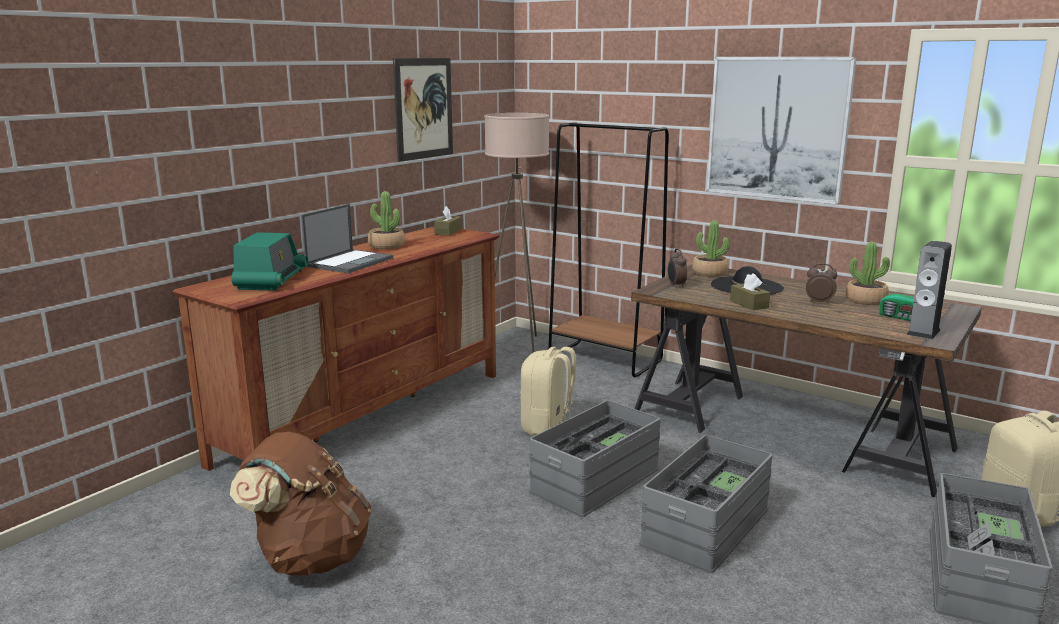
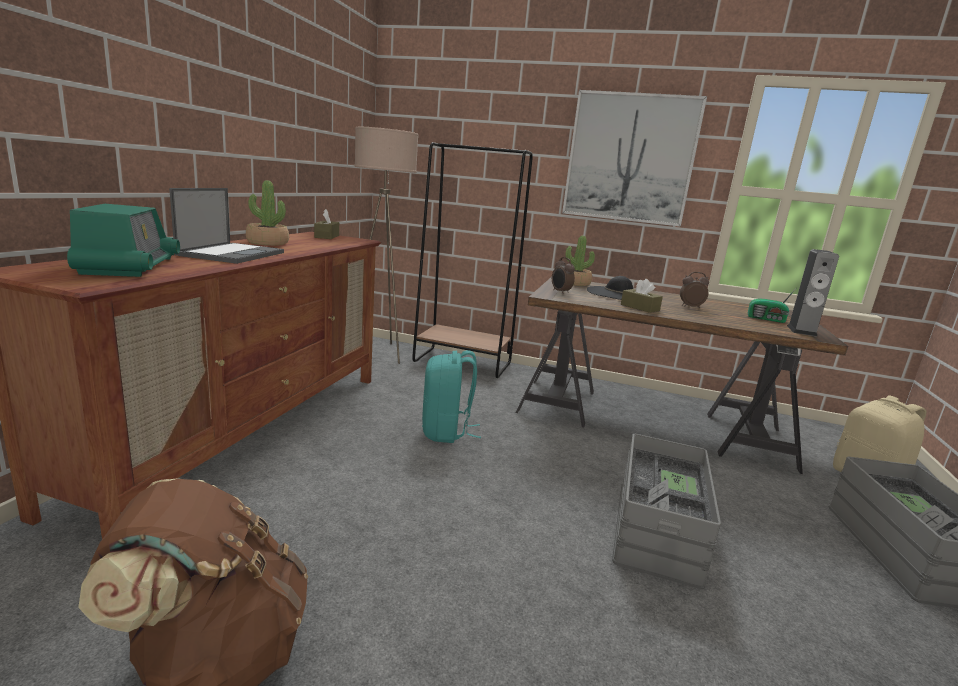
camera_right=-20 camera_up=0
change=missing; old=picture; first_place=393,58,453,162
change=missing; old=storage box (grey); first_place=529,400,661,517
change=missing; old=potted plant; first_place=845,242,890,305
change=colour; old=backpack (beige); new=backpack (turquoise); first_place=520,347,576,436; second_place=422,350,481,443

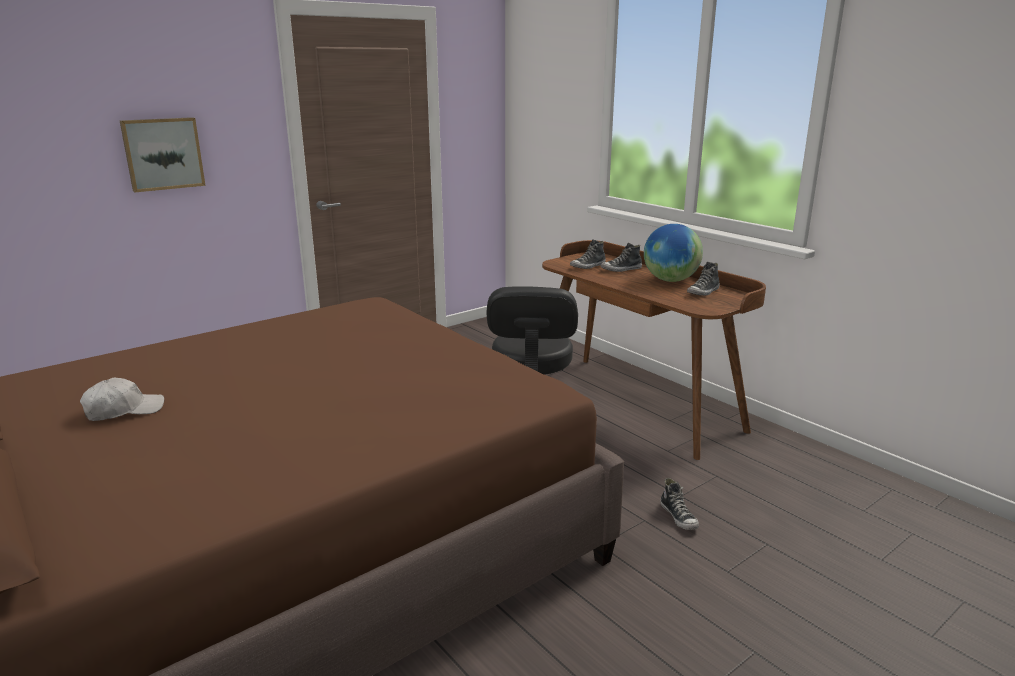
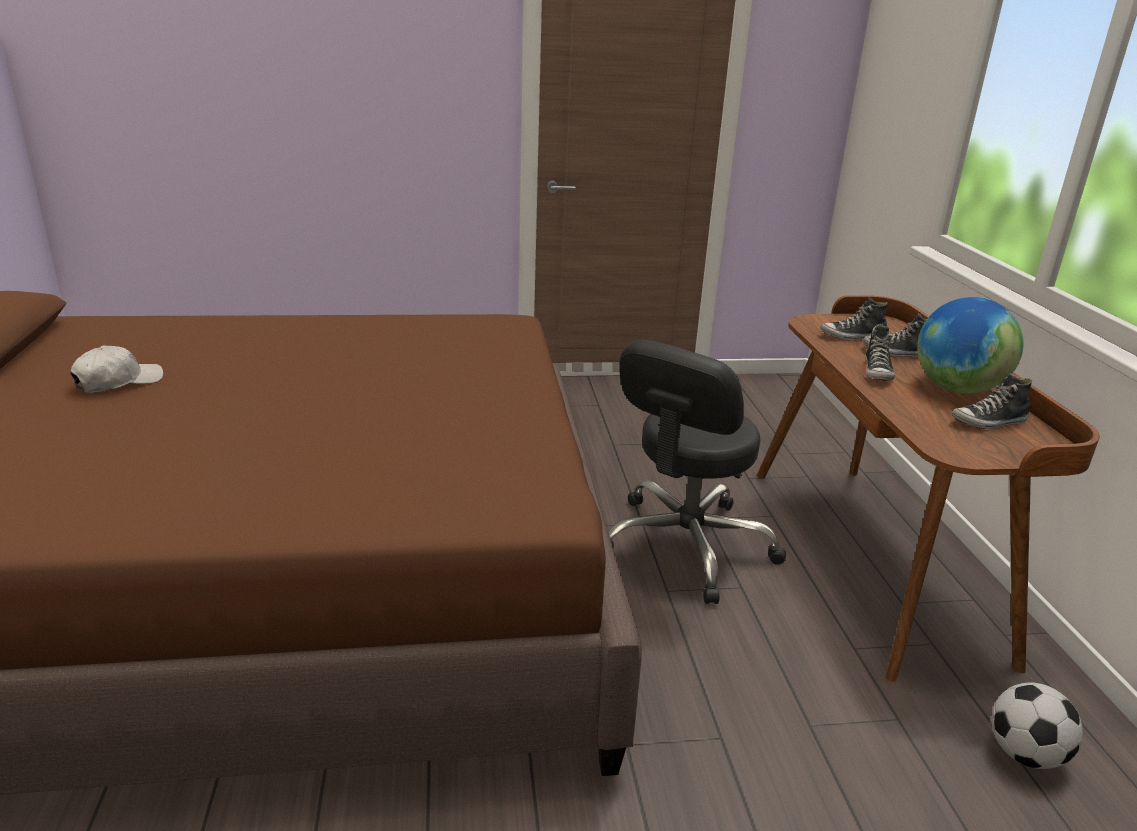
camera_right=30 camera_up=5
change=missing; old=picture; first_place=119,117,206,192
change=appeared; new=football; second_place=992,683,1083,769
change=relocated; old=shoe; first_place=660,478,699,530; second_place=865,324,895,381
change=spun; old=cap (white); first_place=80,377,164,421; second_place=70,345,163,393; degrees=-45

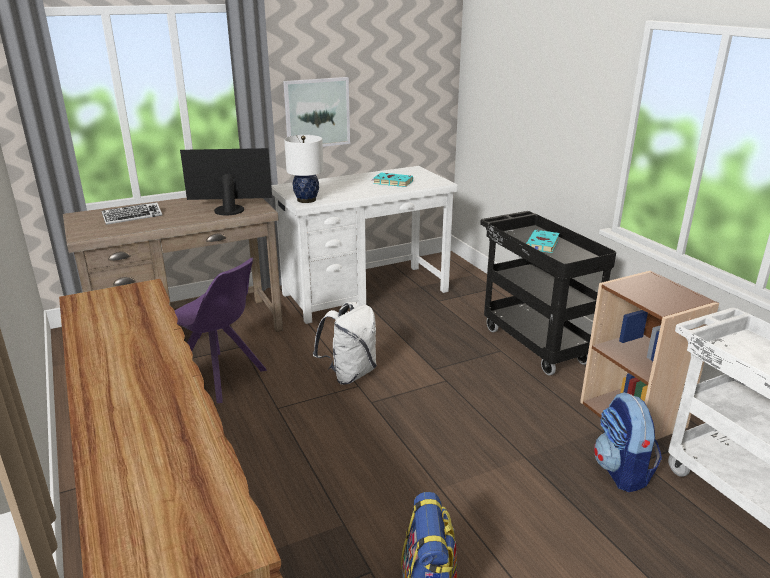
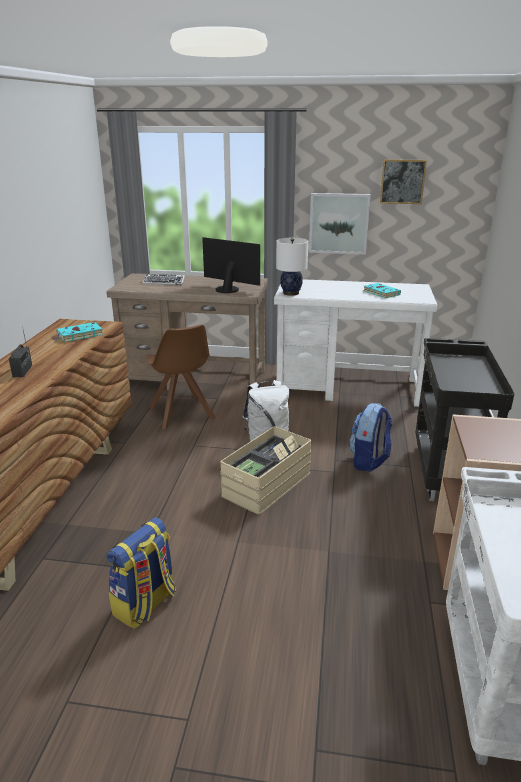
camera_right=35 camera_up=0
change=appeared; new=radio; second_place=9,326,32,377
change=appeared; new=storage box (beige); second_place=221,426,311,515
change=appeared; new=picture; second_place=380,159,427,204
change=relocated; old=book (turquoise); first_place=526,230,560,253; second_place=53,322,103,342
change=relocated; old=backpack; first_place=594,392,662,492; second_place=349,403,392,472
change=colour; old=chair (purple); new=chair (brown); first_place=175,258,267,403; second_place=146,324,216,429

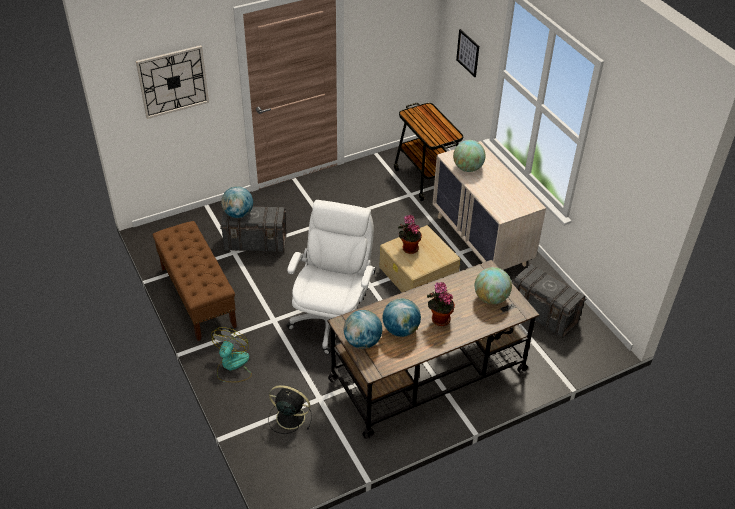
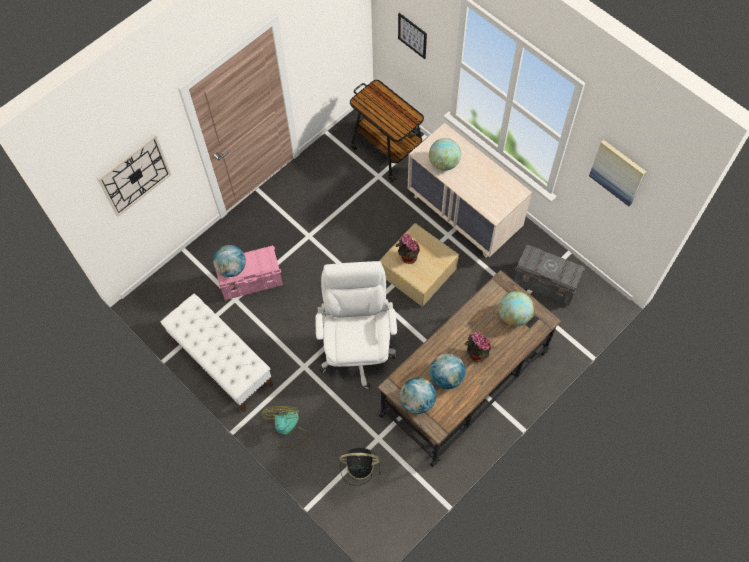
camera_right=-15 camera_up=20
change=appeared; new=picture; second_place=589,140,646,206
change=colour; old=bench (brown); new=bench (white); first_place=153,221,237,341; second_place=161,294,273,412
change=colour; old=storage box (grey); new=storage box (pink); first_place=220,206,286,252; second_place=216,245,283,300

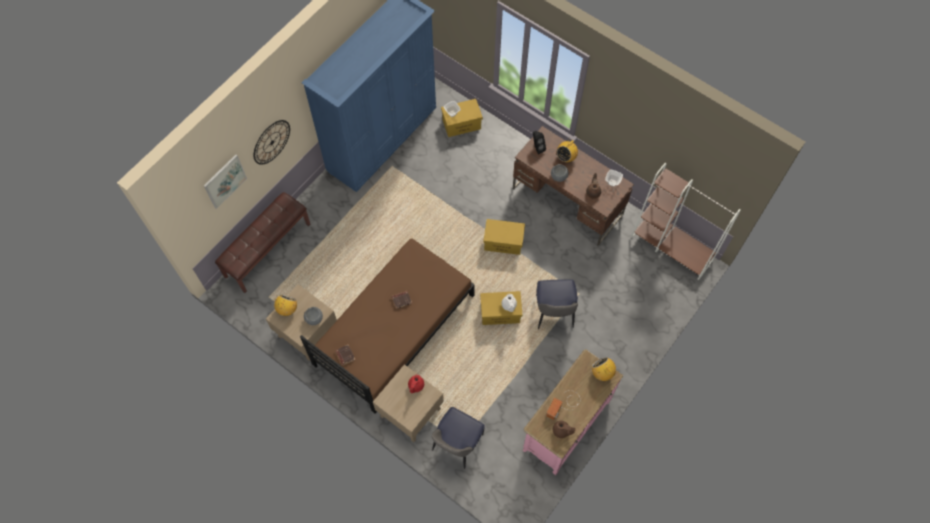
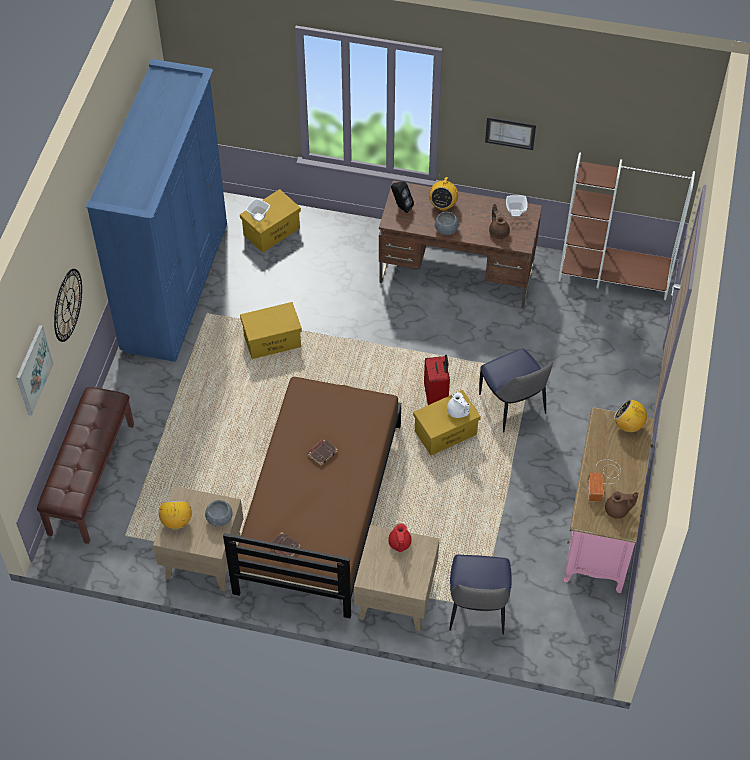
camera_right=-25 camera_up=-10
change=appeared; new=suitcase (red); second_place=424,355,450,405
change=appeared; new=picture; second_place=485,117,536,150
change=relocated; old=storage box (yellow); first_place=483,219,525,255; second_place=240,302,302,359

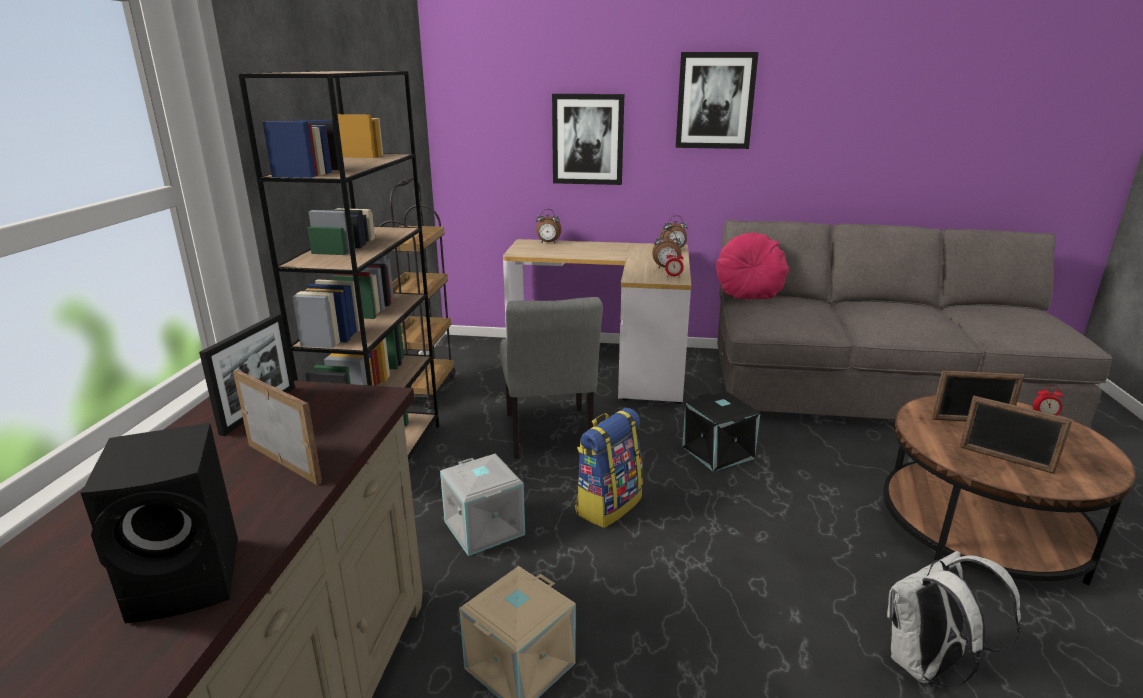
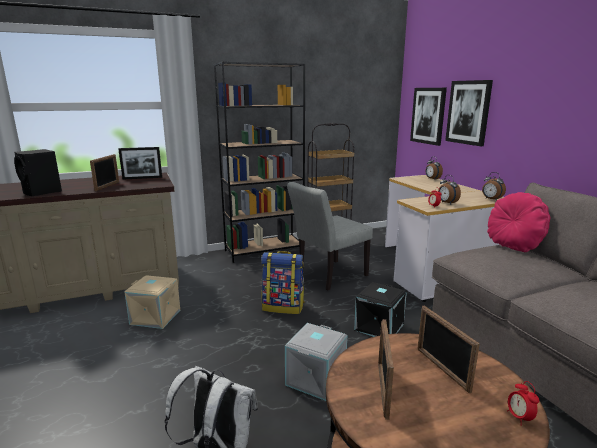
camera_right=60 camera_up=-5
change=relocated; old=storage box (grey); first_place=440,454,525,556; second_place=285,323,347,401
change=relocated; old=picture; first_place=676,52,759,149; second_place=410,88,447,146

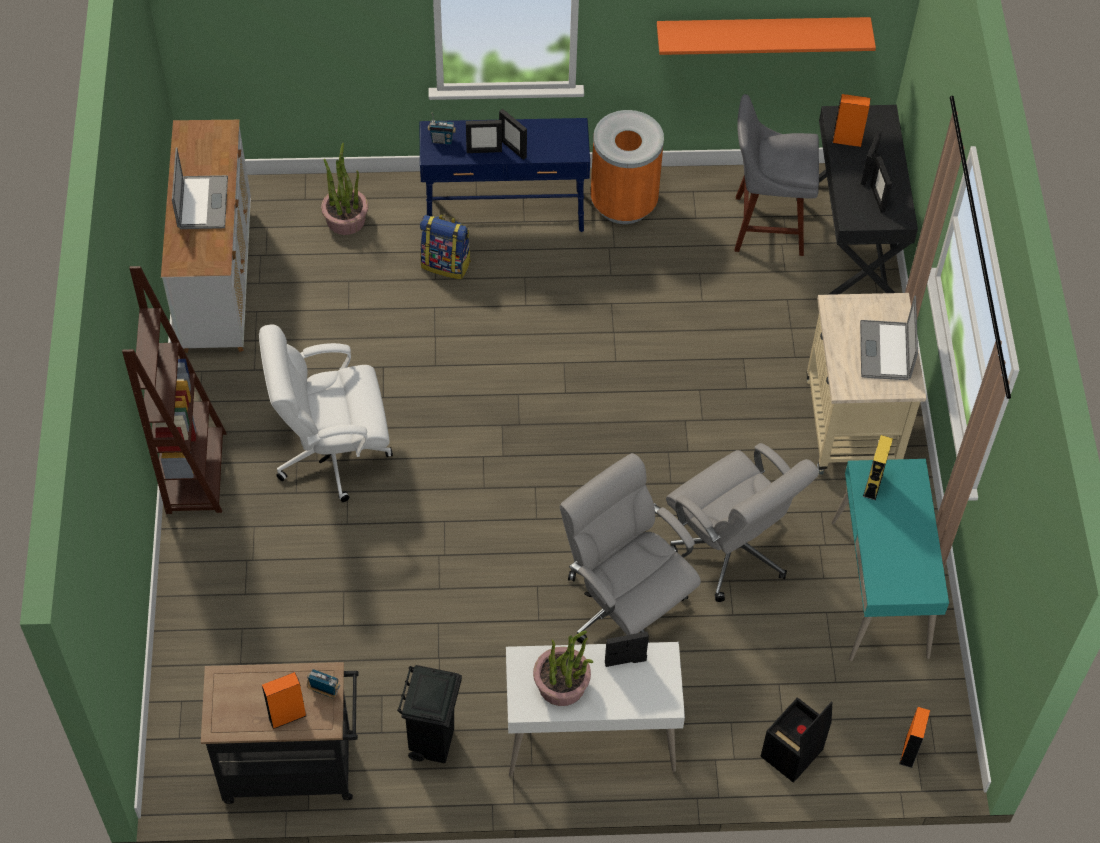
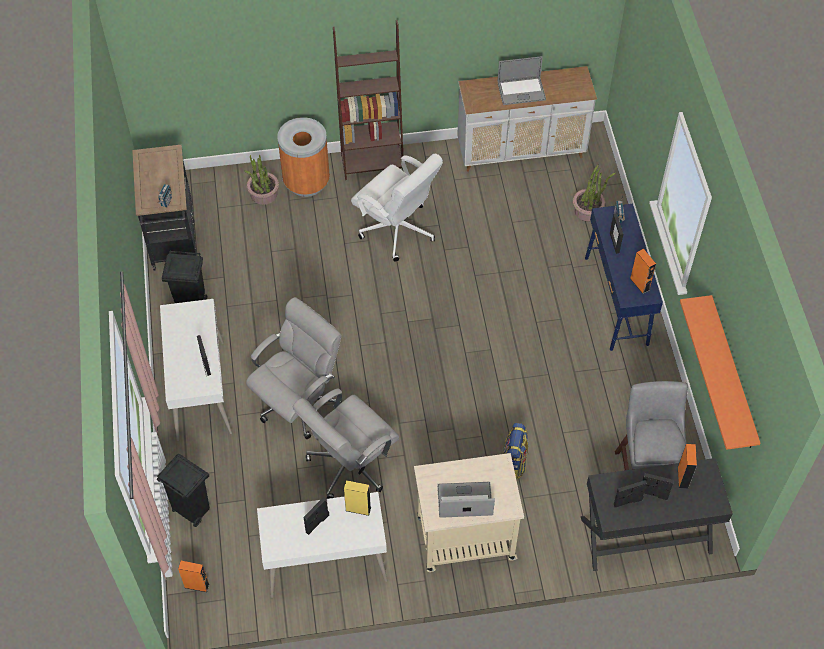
camera_right=85 camera_up=0
change=relocated; old=speaker (orange); first_place=262,672,307,729; second_place=630,249,656,294
change=relocated; old=backpack; first_place=420,214,471,279; second_place=503,423,528,479
change=relocated; old=picture frame; first_place=499,109,527,160; second_place=303,497,329,535
change=relocated; old=potted plant; first_place=533,630,593,706; second_place=245,155,279,205
change=relocated; old=trash can (orange); first_place=591,110,664,224; second_place=277,117,330,197
change=exchanged; old=storage box (black); new=trash can (black); first_place=761,697,832,783; second_place=157,454,210,527
change=colour; old=desk (turquoise); new=desk (white); first_place=831,459,949,661; second_place=257,492,387,598
change=spun; old=office chair (white); first_place=259,325,393,502; second_place=351,154,443,261; degrees=150

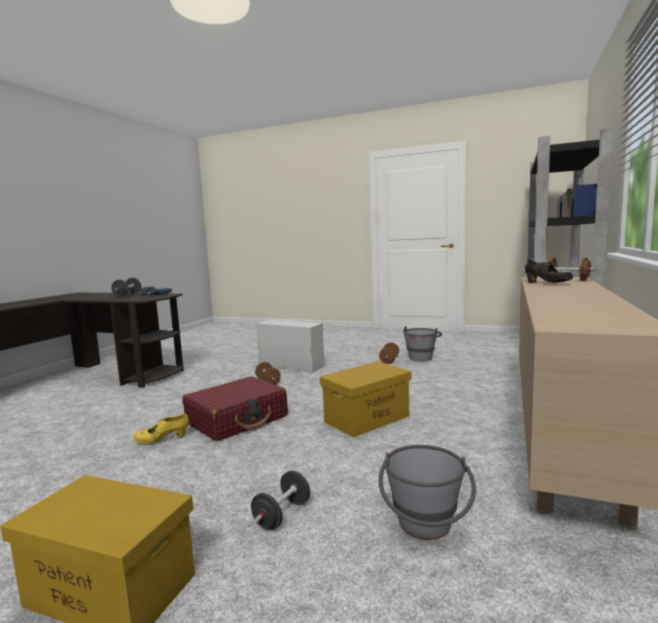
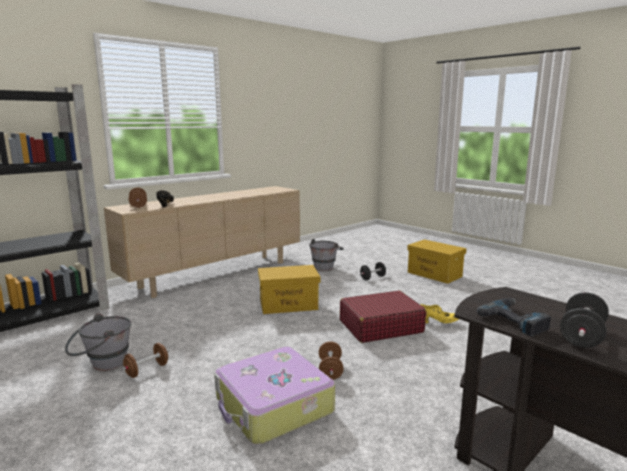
camera_right=-155 camera_up=5
change=exchanged; old=storage box (white); new=suitcase; first_place=256,320,325,372; second_place=214,347,335,444

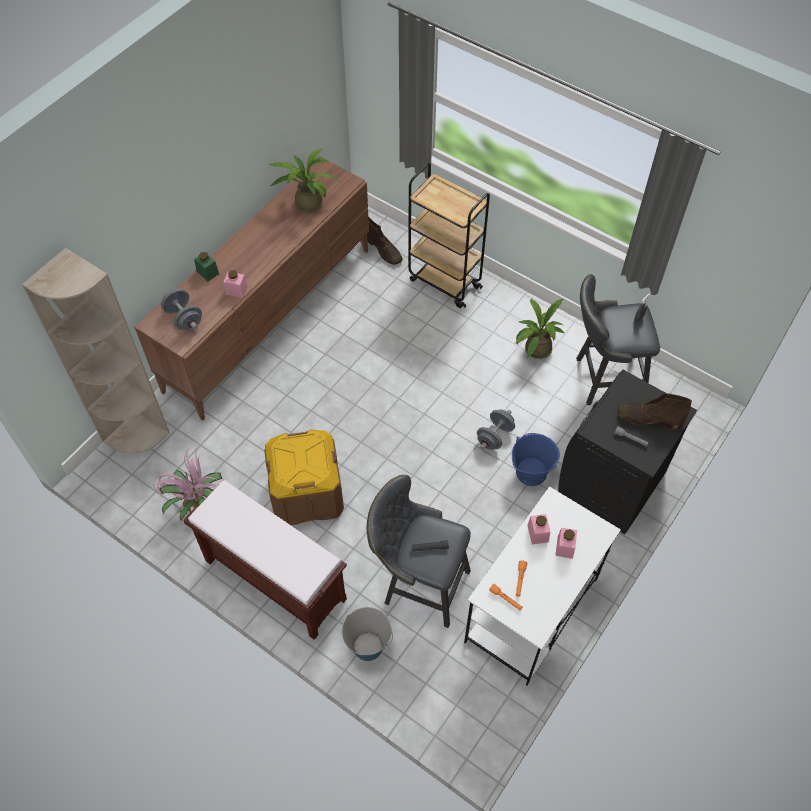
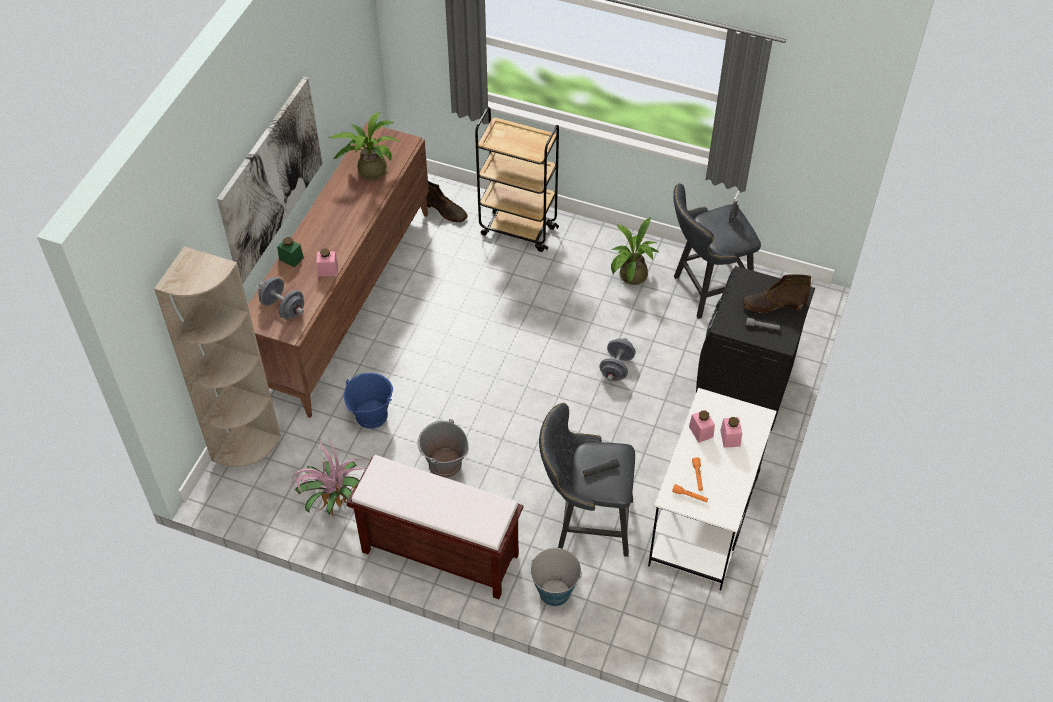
camera_right=-15 camera_up=-5
change=appeared; new=picture; second_place=217,77,322,284
change=relocated; old=bucket (blue); first_place=512,433,560,486; second_place=344,373,393,429
change=exchanged; old=storage box (brown); new=bucket (grey); first_place=264,430,344,525; second_place=417,419,469,478

